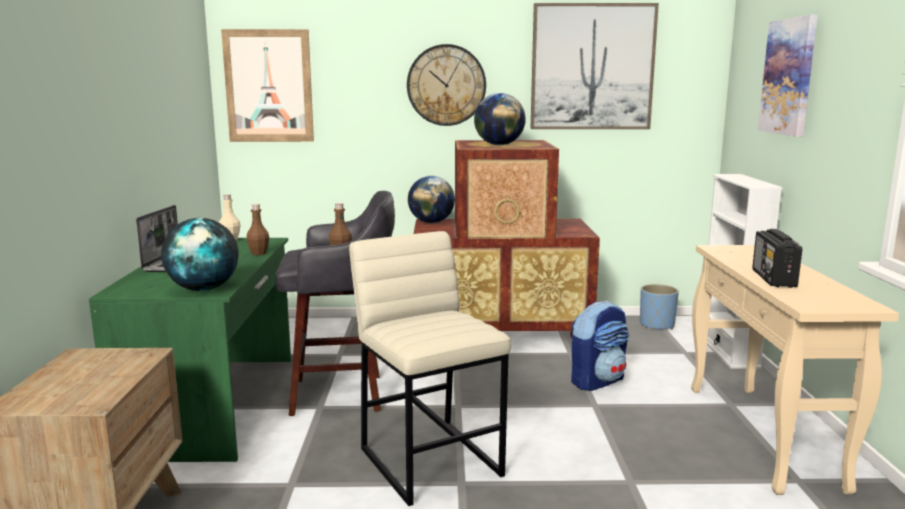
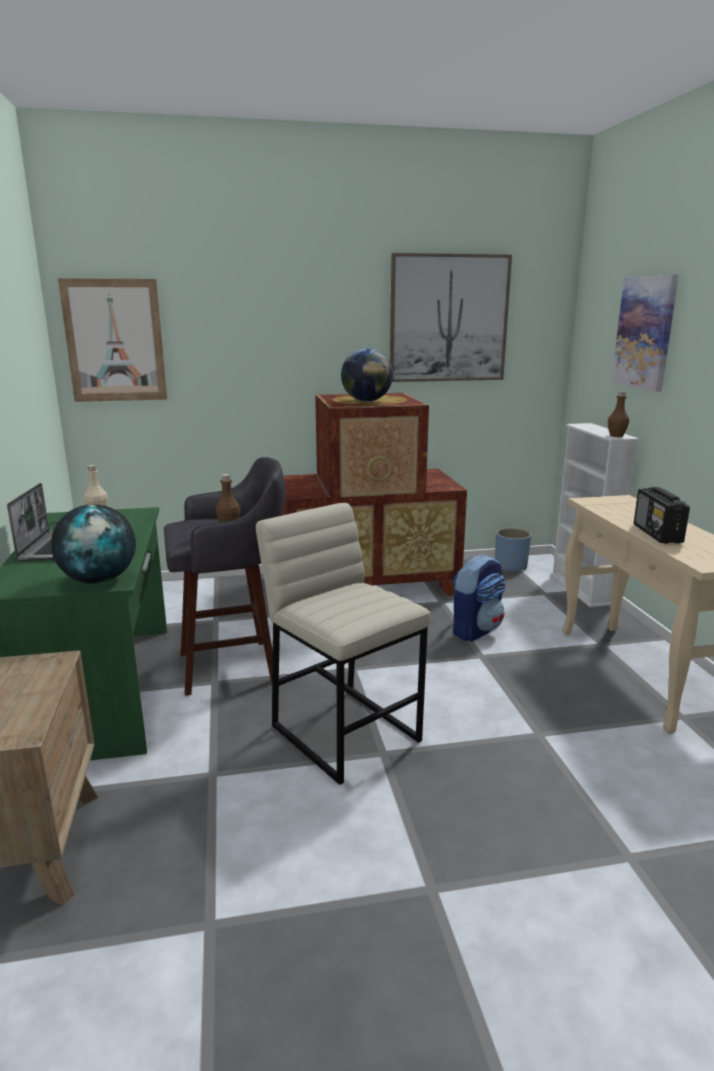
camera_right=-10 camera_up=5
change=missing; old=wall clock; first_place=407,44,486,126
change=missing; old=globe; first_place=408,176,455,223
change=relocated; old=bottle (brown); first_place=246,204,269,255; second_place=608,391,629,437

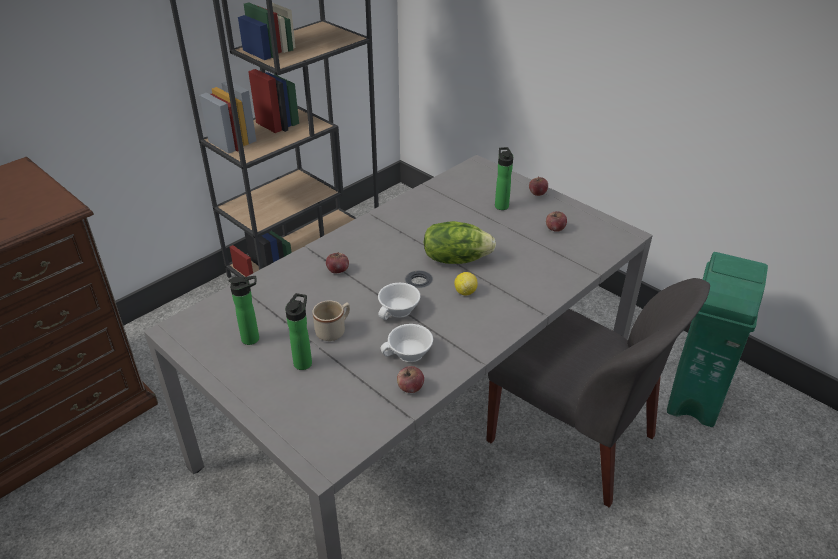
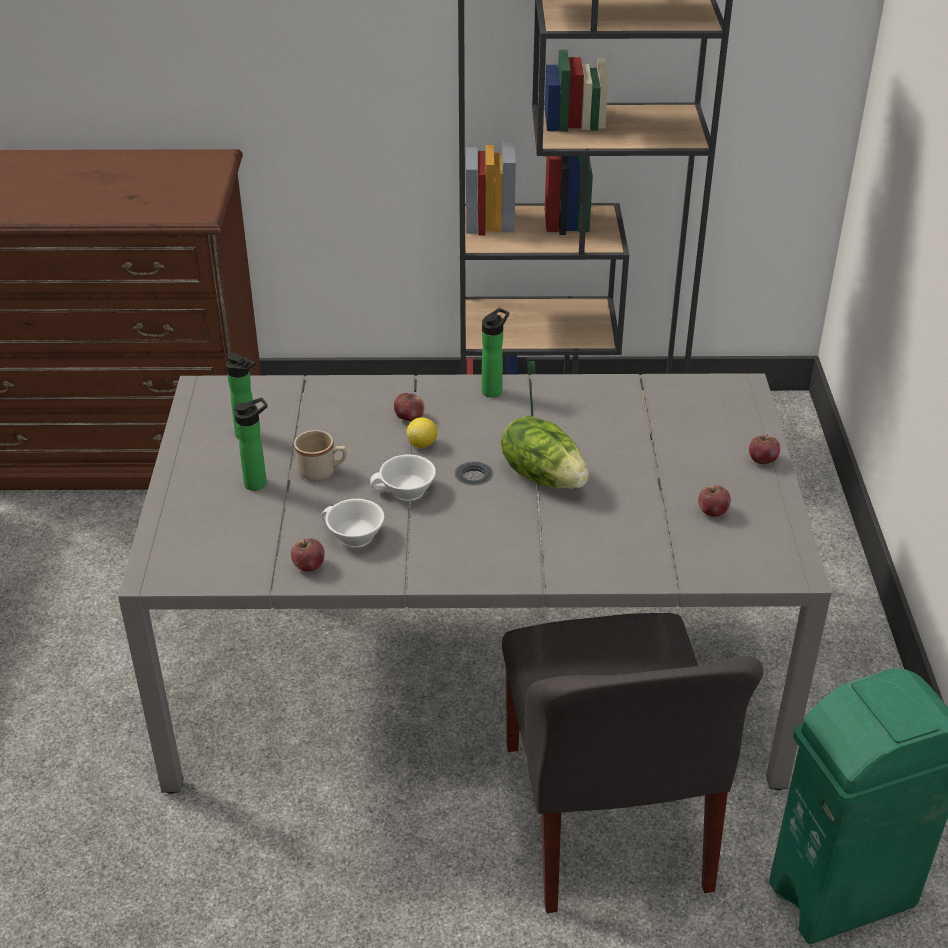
camera_right=45 camera_up=0
change=relocated; old=lemon; first_place=454,272,478,296; second_place=406,417,437,448
change=relocated; old=bottle; first_place=495,147,513,210; second_place=482,308,509,398

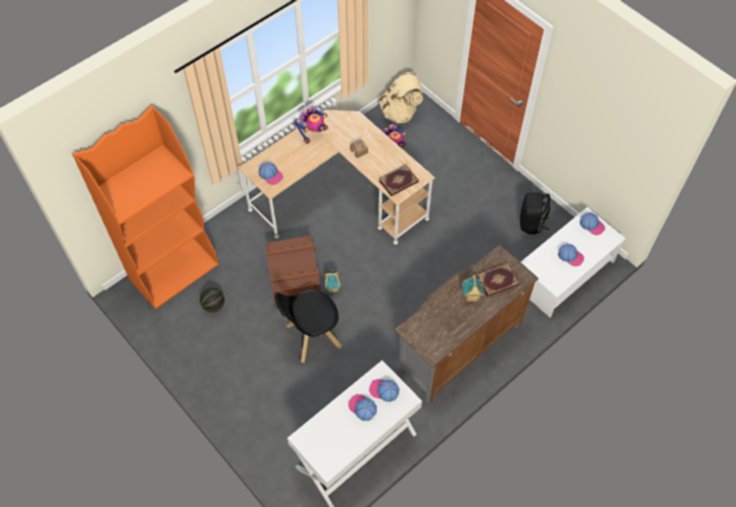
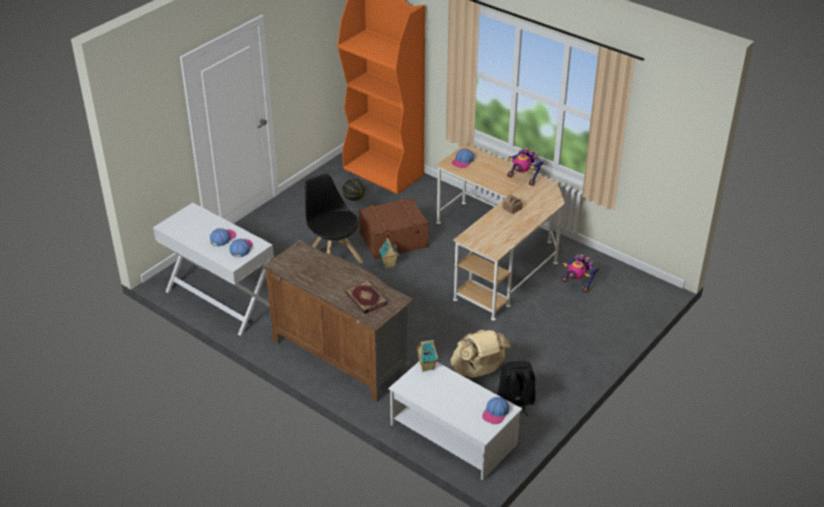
camera_right=80 camera_up=-20
change=missing; old=book; first_place=379,164,419,196
change=missing; old=cap; first_place=558,244,584,267
change=relocated; old=backpack (beige); first_place=379,72,423,124; second_place=450,329,511,378
change=relocated; old=toy house; first_place=463,274,484,302; second_place=416,340,438,372

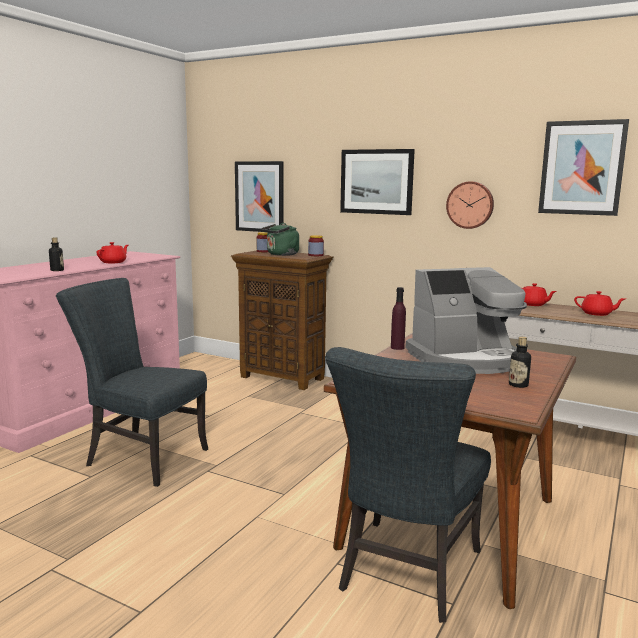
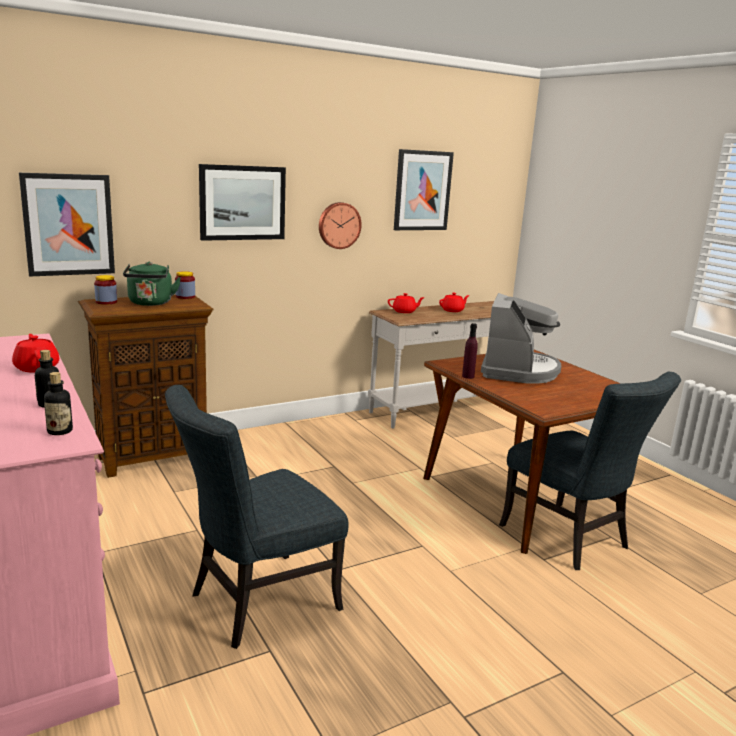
camera_right=-60 camera_up=5
change=relocated; old=bottle; first_place=509,337,531,388; second_place=44,372,73,435

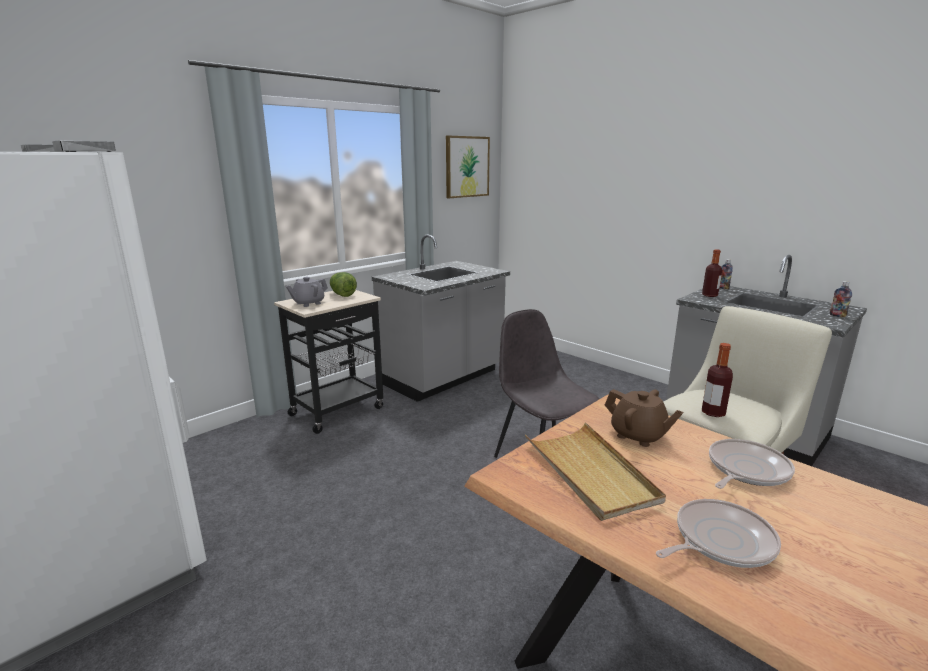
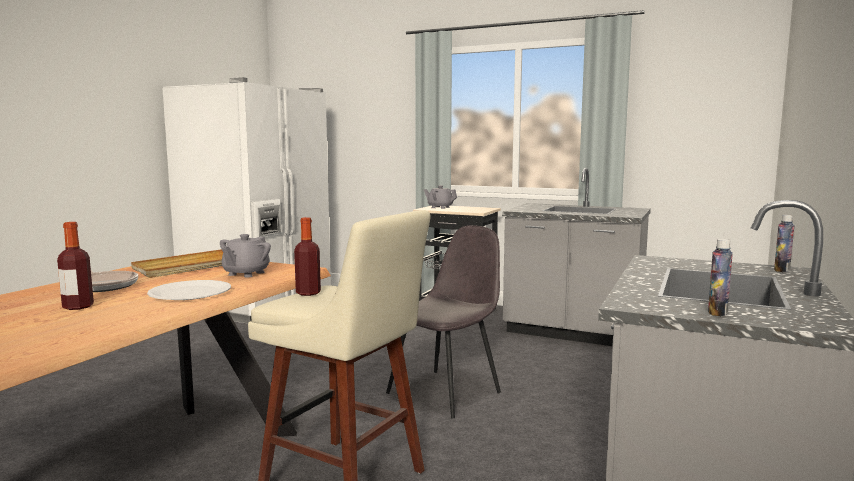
camera_right=70 camera_up=-10
change=missing; old=lettuce; first_place=330,272,357,297
change=missing; old=picture; first_place=446,135,490,198
change=relocated; old=bottle; first_place=702,249,722,297; second_place=57,222,94,310
change=exchanged; old=frying pan; new=plate (white); first_place=709,439,795,489; second_place=147,280,231,300
change=colour; old=teapot (brown); new=teapot (grey); first_place=605,389,683,447; second_place=220,234,271,277

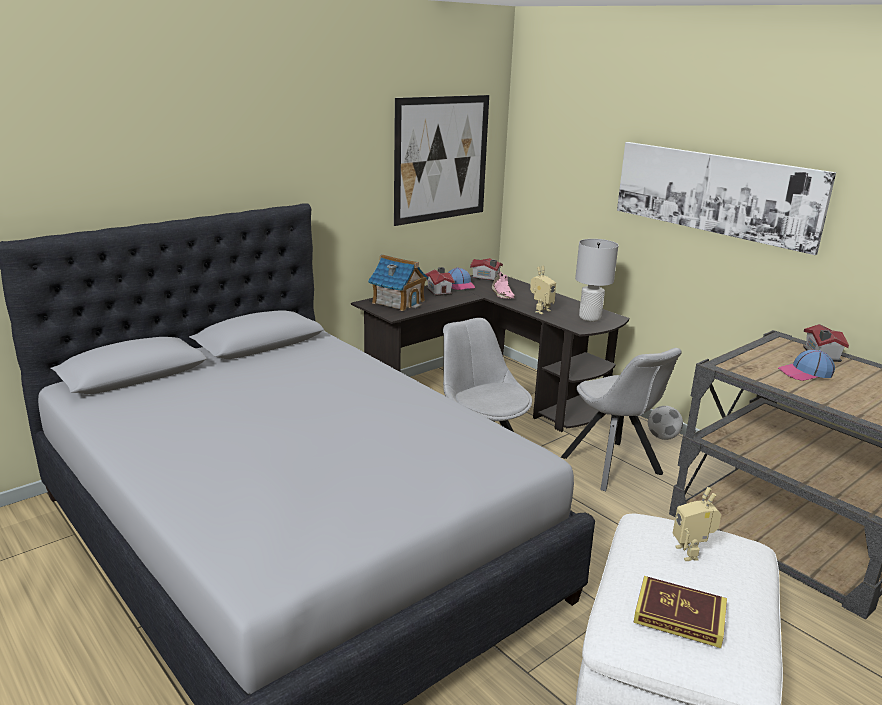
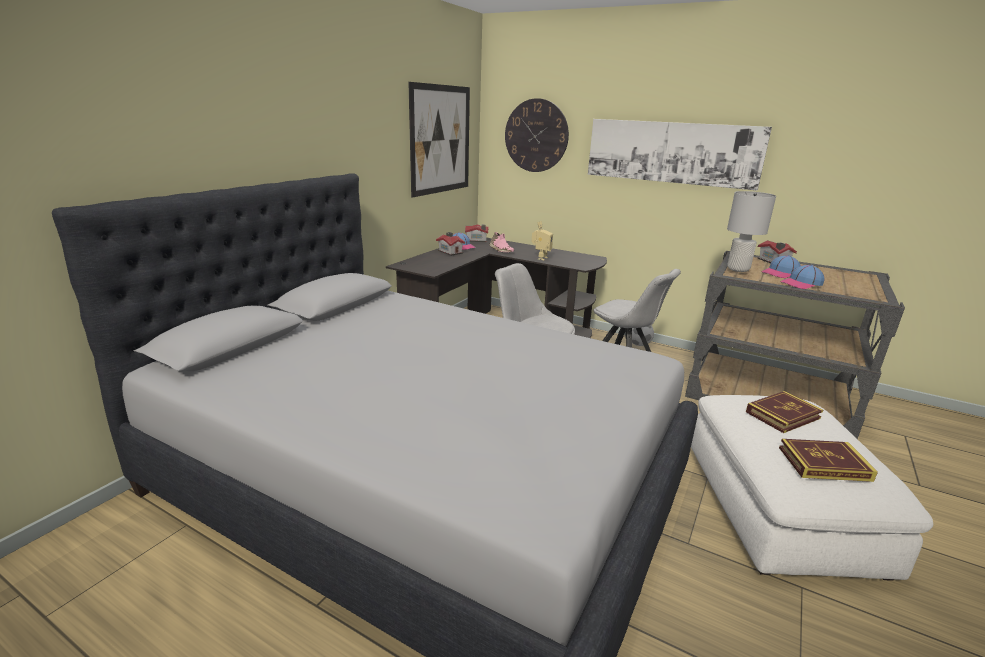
camera_right=-20 camera_up=0
change=missing; old=toy house; first_place=368,255,429,311
change=appeared; new=wall clock; second_place=505,98,569,172
change=appeared; new=cap; second_place=780,265,824,289
change=relocated; old=table lamp (grey); first_place=575,239,619,322; second_place=727,191,776,272
change=exchanged; old=toy robot; new=book; first_place=673,487,721,561; second_place=746,391,823,433

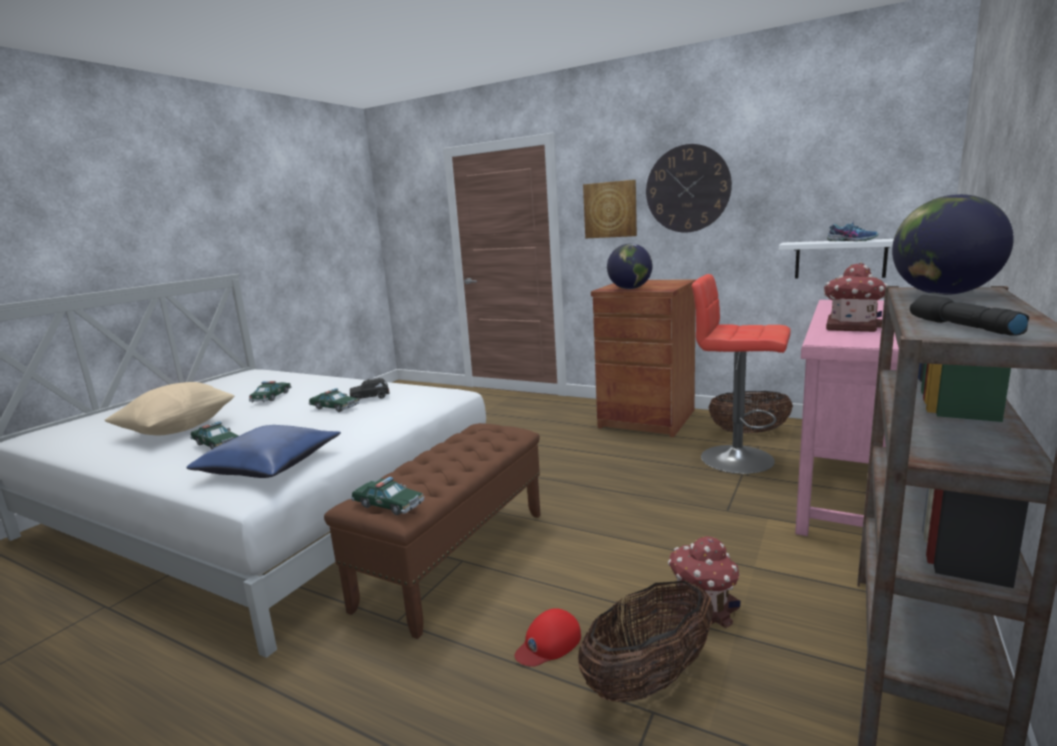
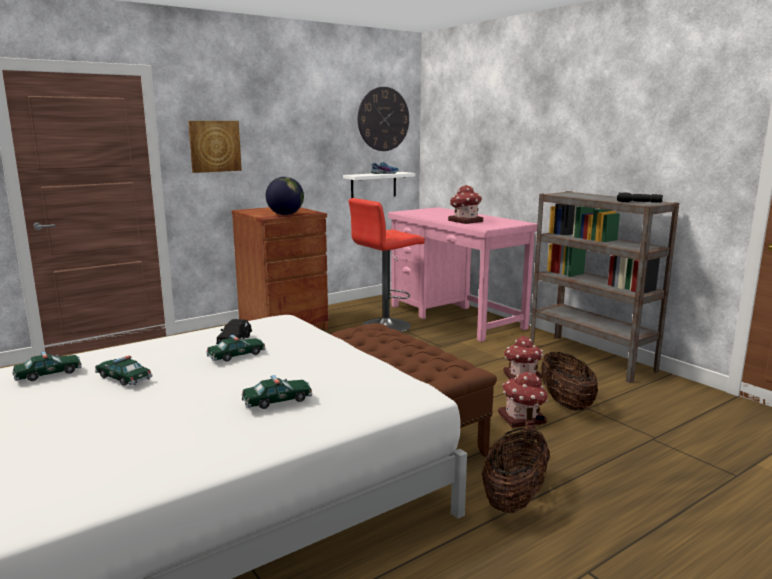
camera_right=-65 camera_up=0
change=missing; old=pillow (beige); first_place=104,382,234,435
change=missing; old=pillow (blue); first_place=186,425,341,478
change=missing; old=globe; first_place=892,194,1014,295
change=relocated; old=toy car; first_place=351,477,424,515; second_place=12,352,82,381
change=relocated; old=wall clock; first_place=646,144,732,233; second_place=358,87,409,151
change=relocated; old=basket; first_place=708,391,793,433; second_place=481,428,550,513
change=exchanged; old=cap (red); new=toy house; first_place=515,608,581,667; second_place=498,372,548,429

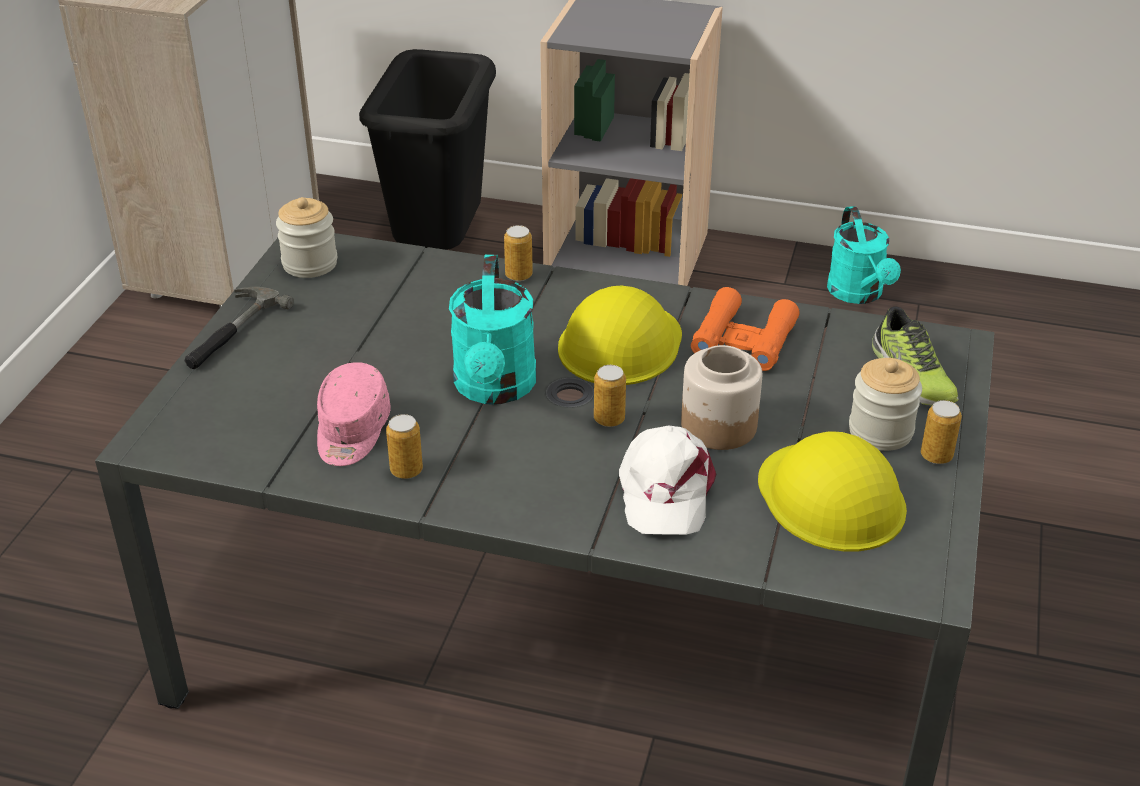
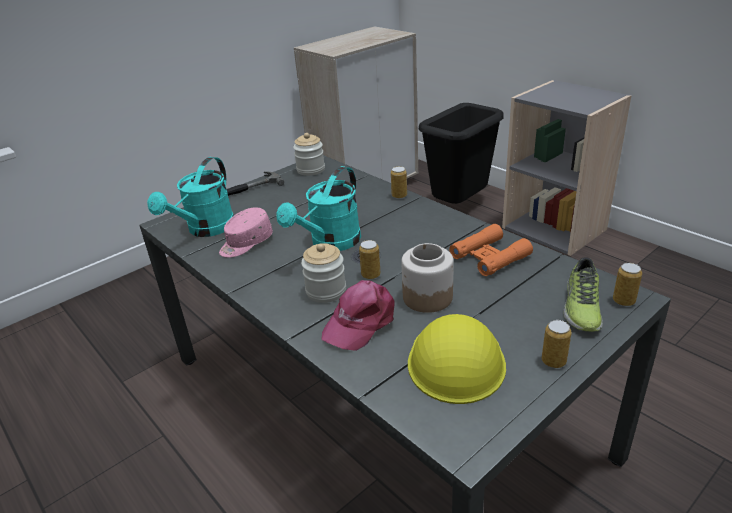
camera_right=35 camera_up=-5
change=missing; old=hard hat (yellow); first_place=558,286,682,385
change=relocated; old=can; first_place=386,414,423,479; second_place=613,263,642,306
change=relocated; old=watering can (turquoise); first_place=827,206,901,304; second_place=147,157,234,237
change=relocated; old=jar; first_place=849,358,922,451; second_place=301,243,346,303
change=colour; old=cap (white); new=cap (pink); first_place=619,426,716,535; second_place=321,280,395,351

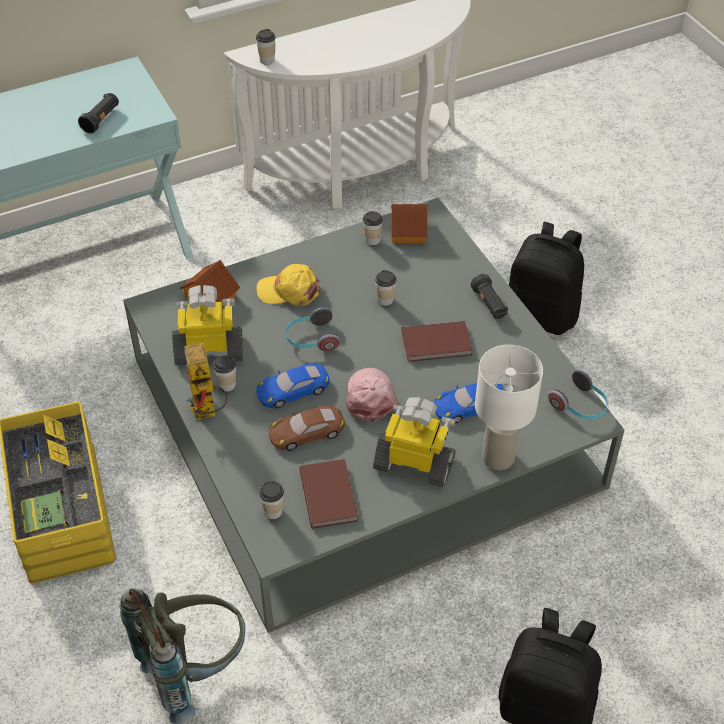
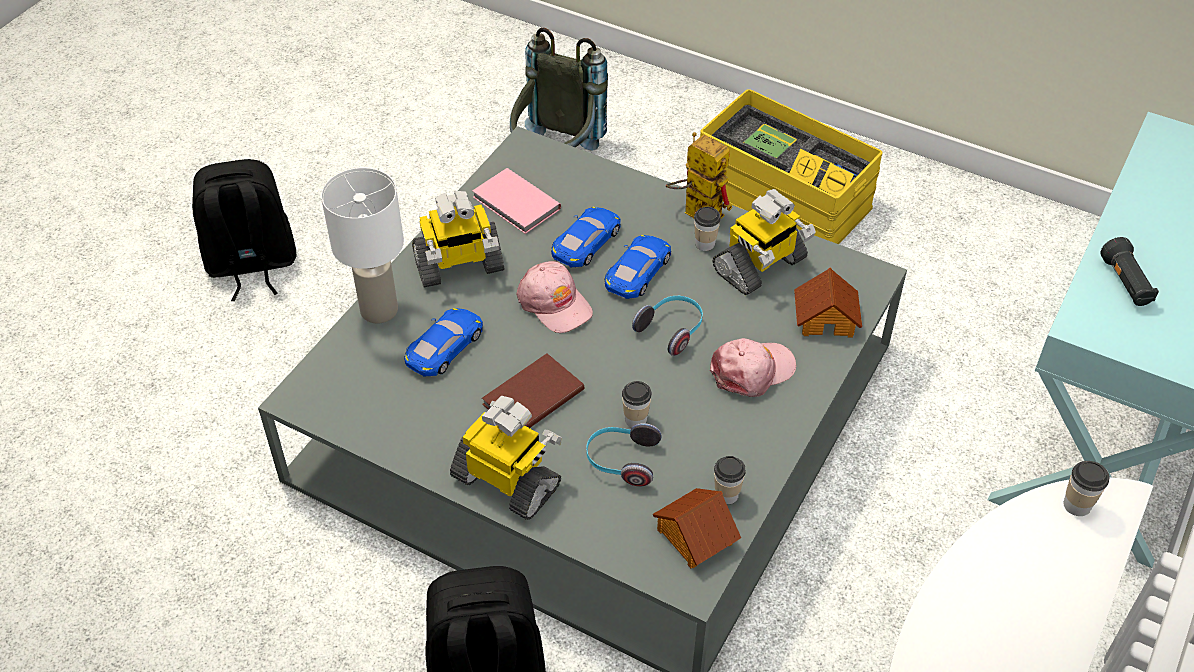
camera_right=145 camera_up=0
change=missing; old=cup; first_place=259,481,284,519
change=relocated; old=headphones; first_place=548,370,608,419; second_place=586,423,662,486
change=exchanged; old=flashlight (black); new=toy robot; first_place=471,274,508,319; second_place=450,396,562,520
change=colour; old=cap (yellow); new=cap (pink); first_place=256,264,321,306; second_place=710,338,796,397
change=colour; old=toy car (brown); new=toy car (blue); first_place=268,405,345,451; second_place=551,207,621,267
change=colour; old=book (brown); new=book (pink); first_place=299,459,358,529; second_place=472,168,561,234

